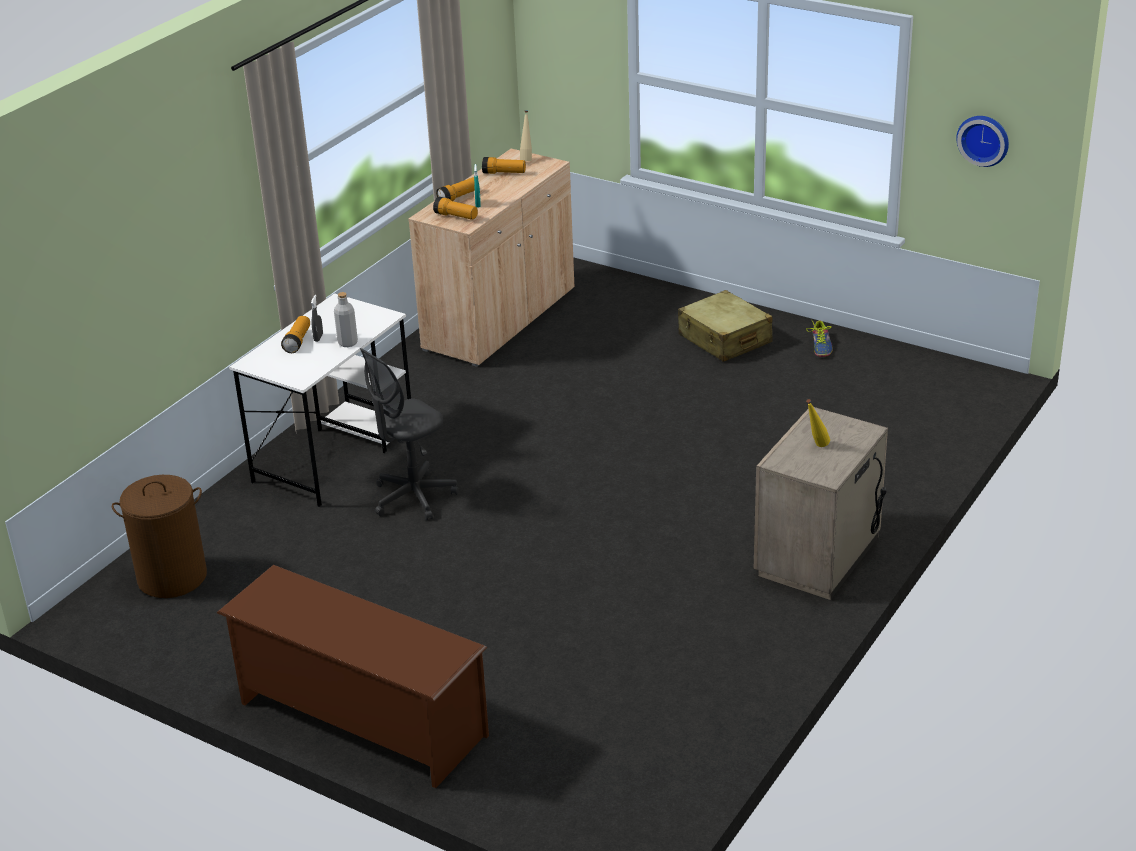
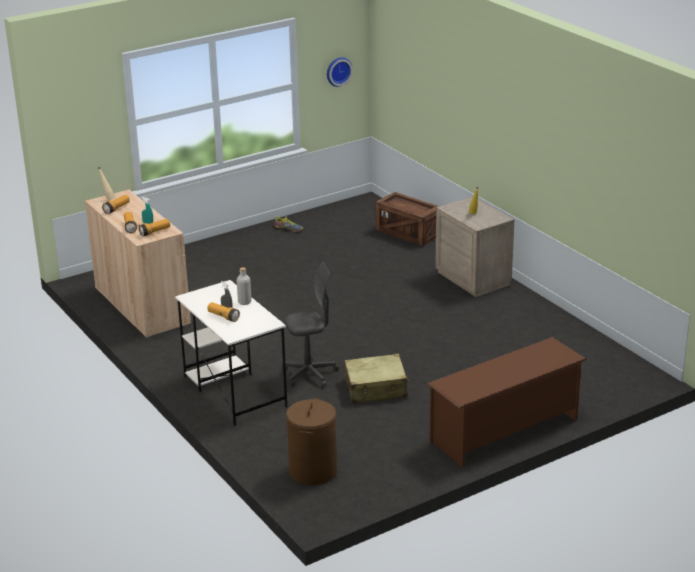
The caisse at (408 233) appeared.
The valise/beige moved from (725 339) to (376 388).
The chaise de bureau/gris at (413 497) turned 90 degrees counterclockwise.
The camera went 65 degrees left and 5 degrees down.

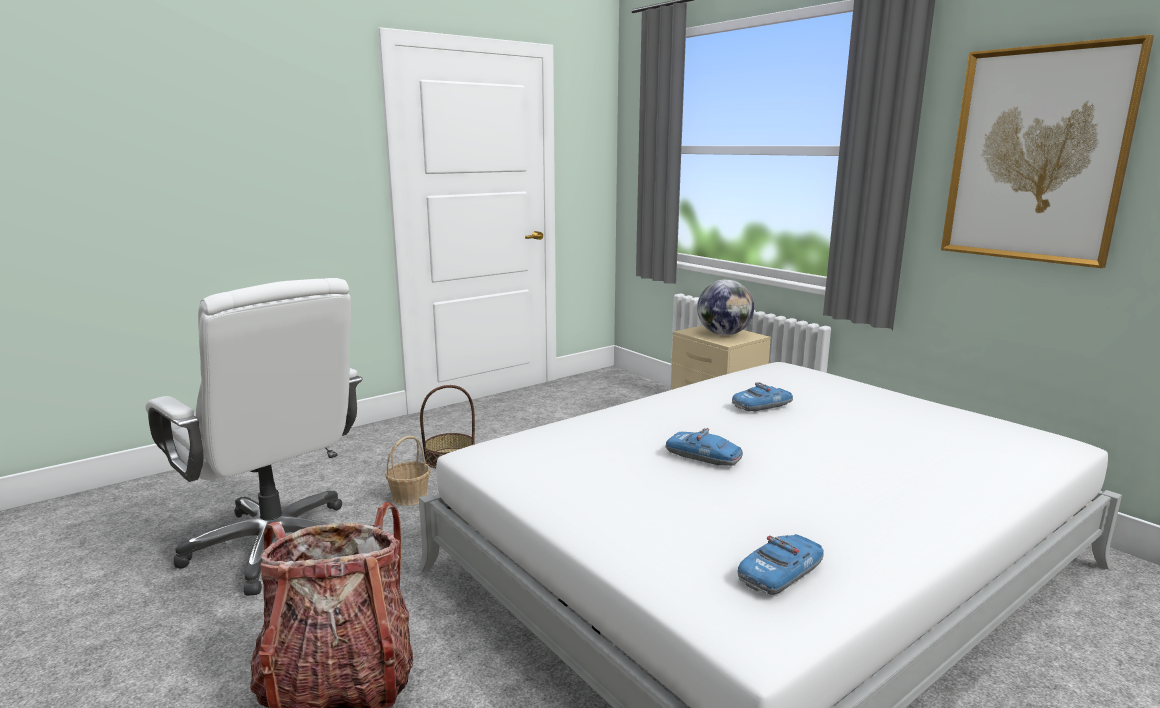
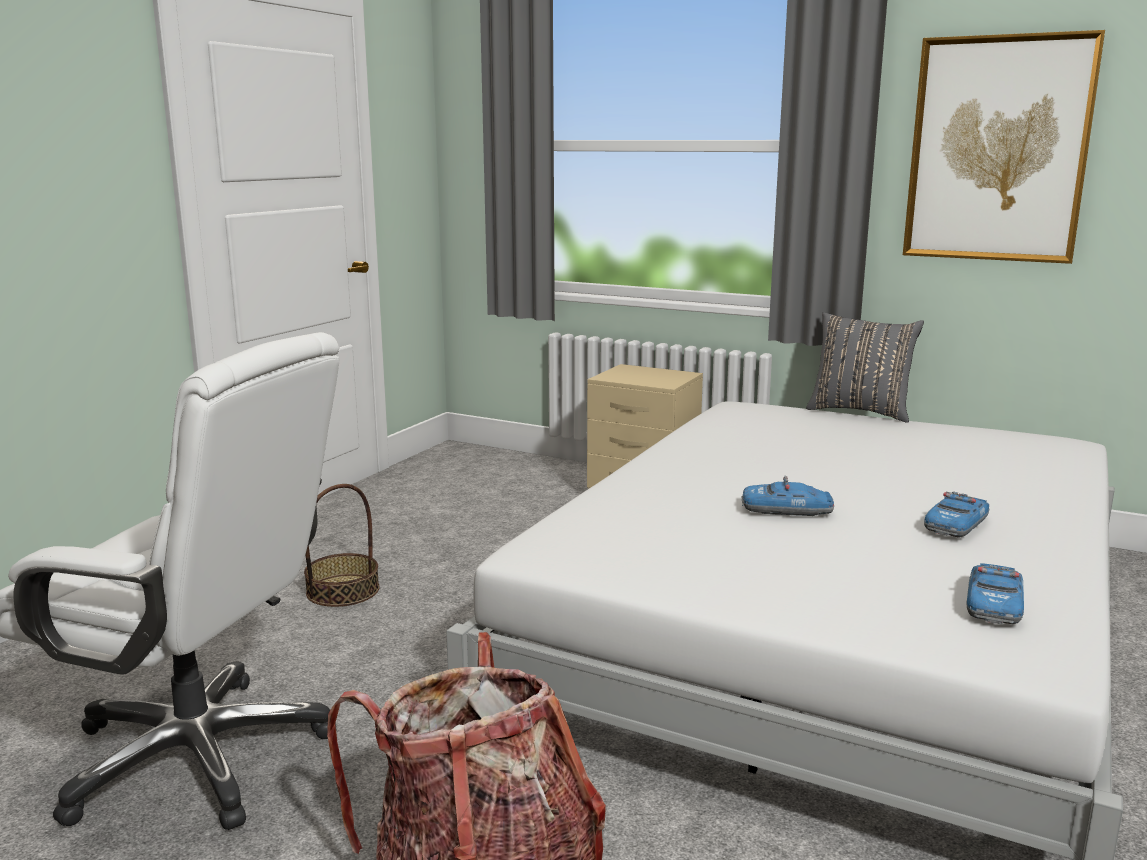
The panier at (410 497) disappeared.
The globe at (724 334) disappeared.
The coussin/gris at (860 411) appeared.
The petite voiture moved from (762 405) to (956 525).
The camera went 25 degrees left and 0 degrees up.

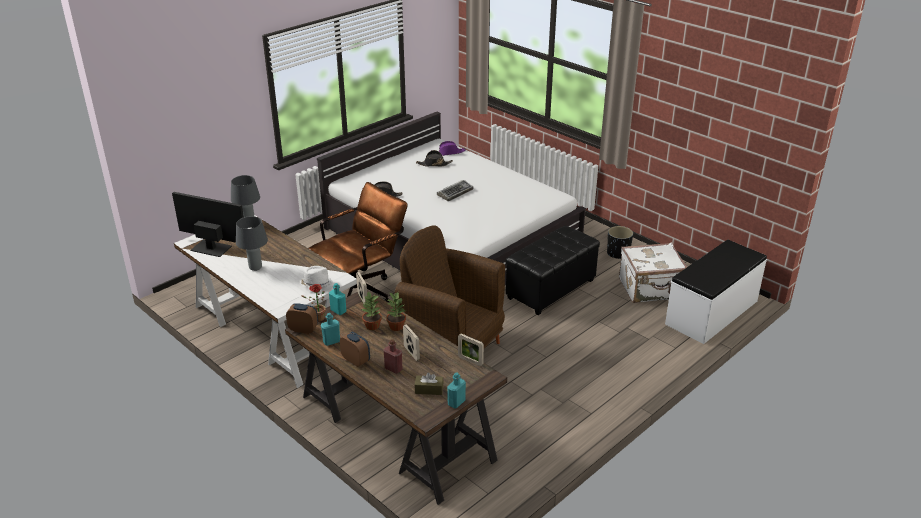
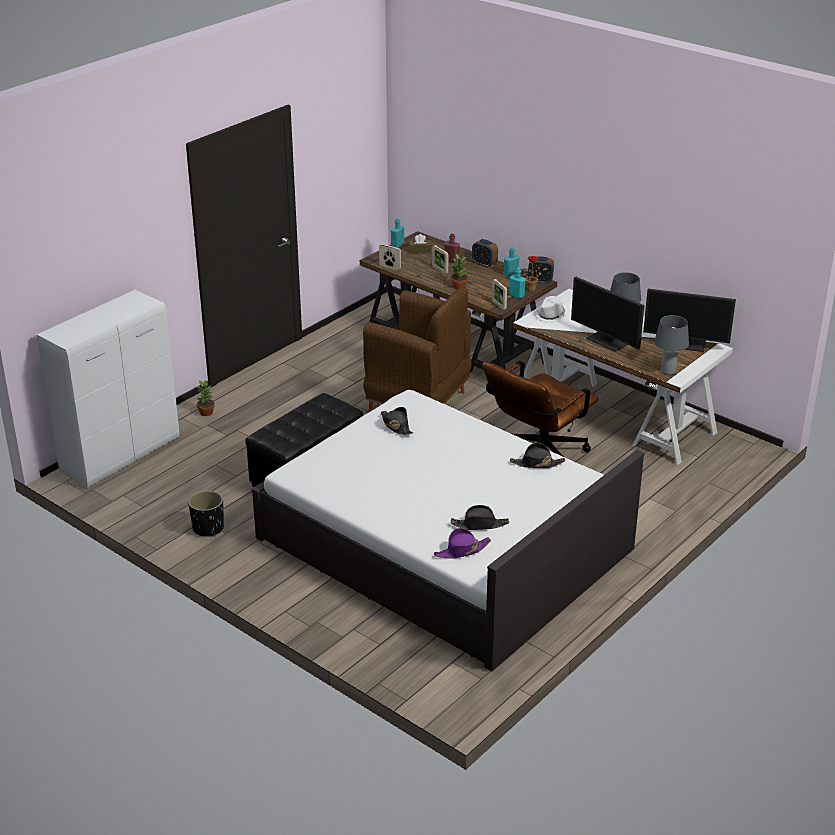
The clavier at (455 193) disappeared.
The valise/blanc at (650 289) disappeared.
The chapeau/noir at (396 425) appeared.
The écran d'ordinateur at (608 341) appeared.
The plante en pot moved from (372 326) to (206 412).
The banc/blanc at (712 313) was replaced by the meuble de rangement/blanc at (121 455).
The camera went 175 degrees right and 0 degrees up.

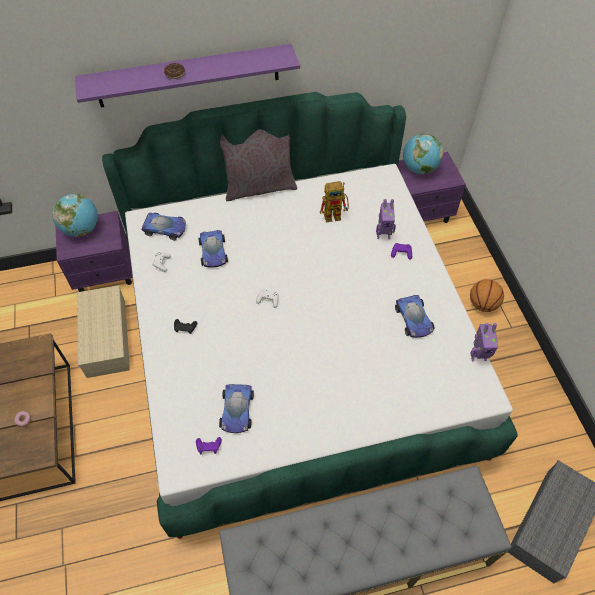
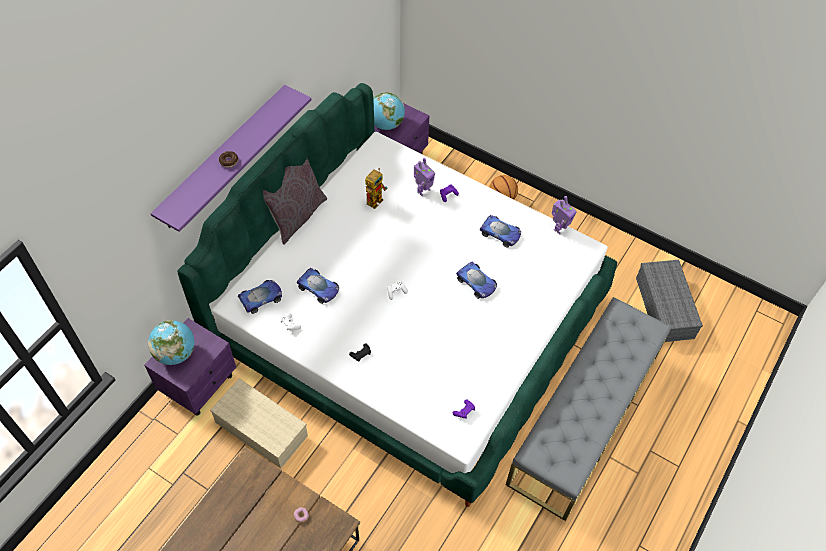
The petite voiture moved from (237 411) to (477 283).
The camera went 45 degrees left and 0 degrees up.

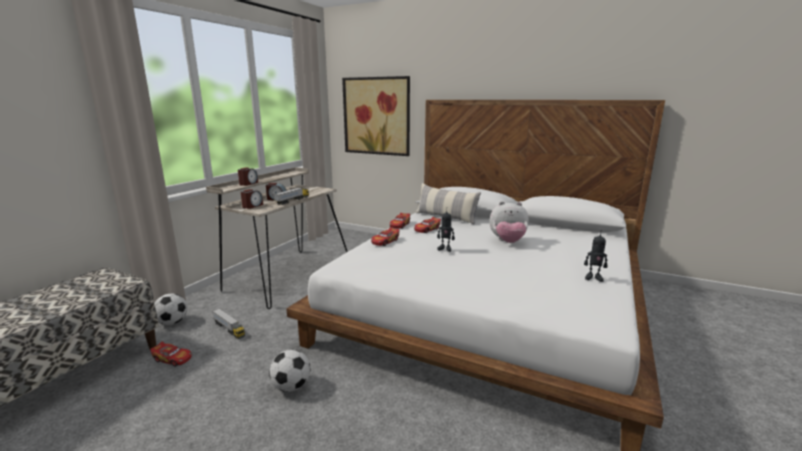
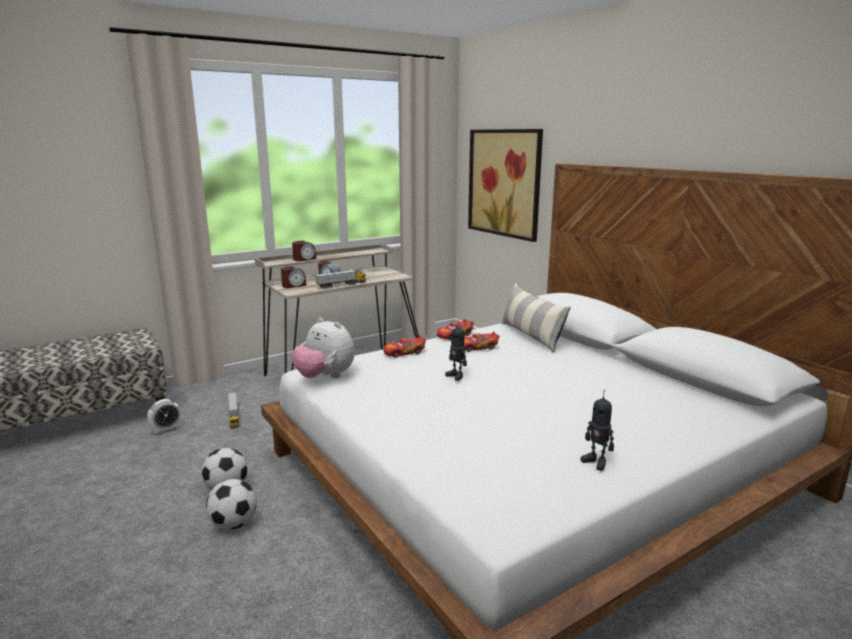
The ballon de foot moved from (172 322) to (233 524).
The peluche moved from (507 242) to (325 377).
The petite voiture at (173 359) was replaced by the réveil at (166 430).
The camera went 30 degrees right and 0 degrees up.

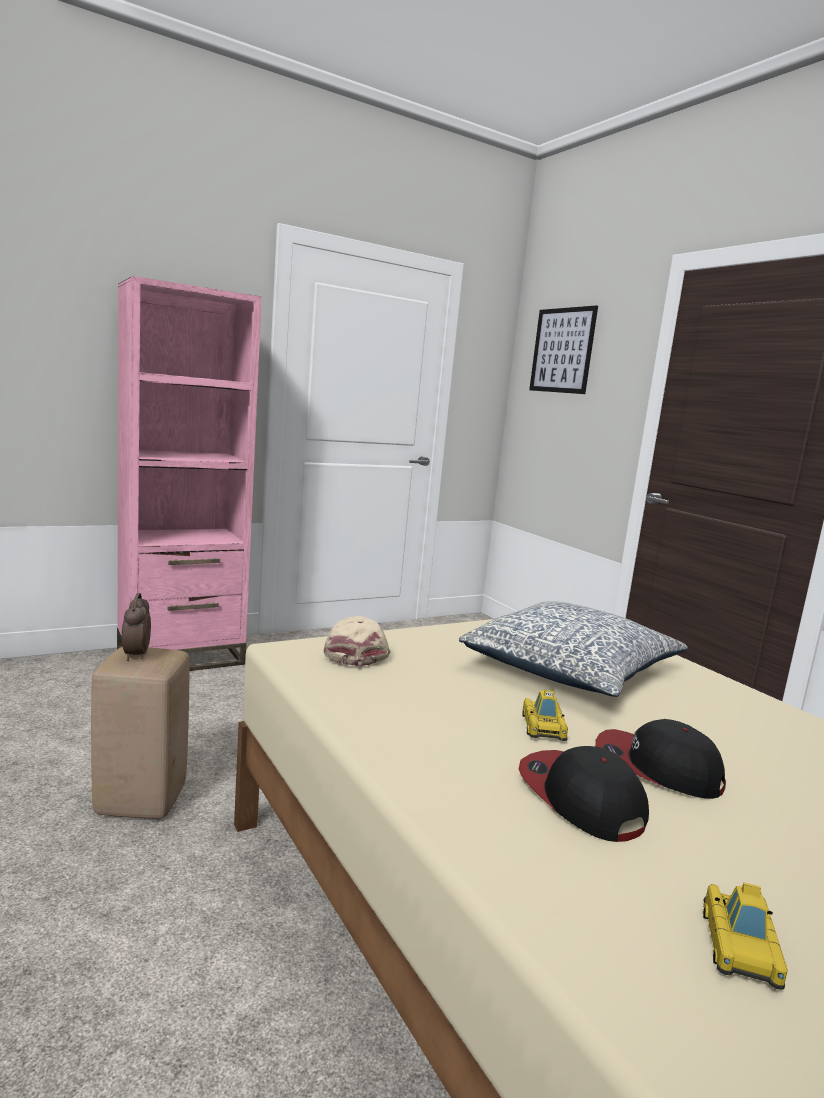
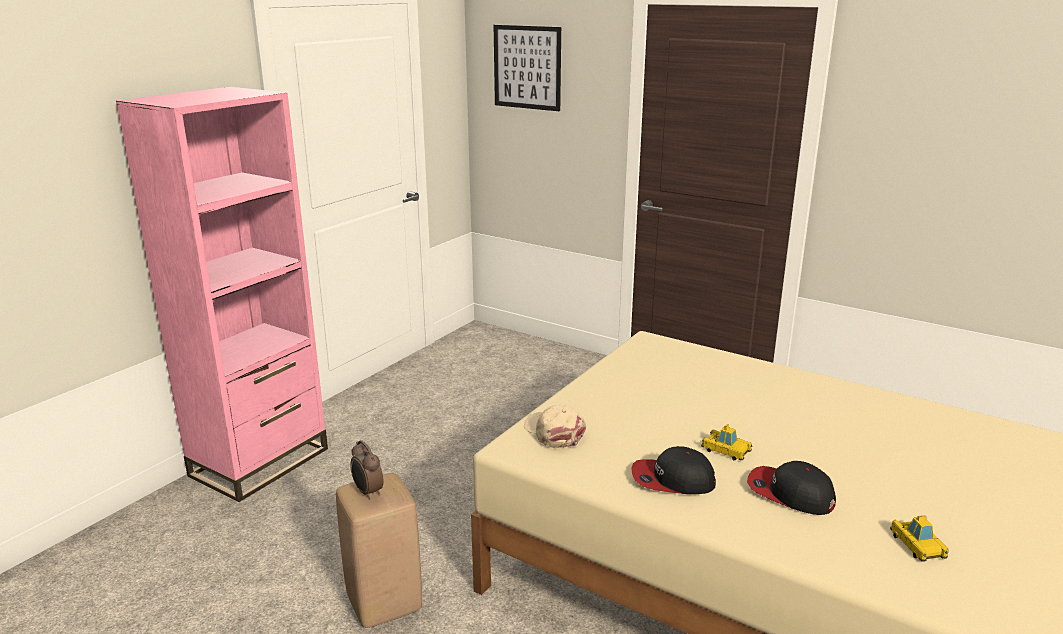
The coussin at (571 672) disappeared.
The casquette moved from (656 768) to (672 480).
The petite voiture at (543 727) turned 150 degrees clockwise.
The camera went 25 degrees left and 10 degrees up.

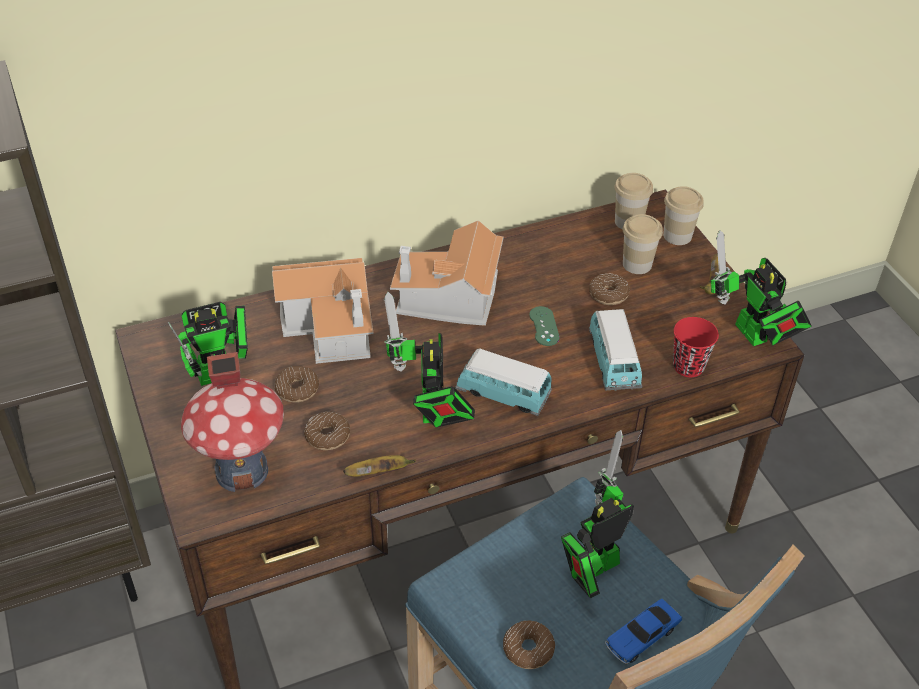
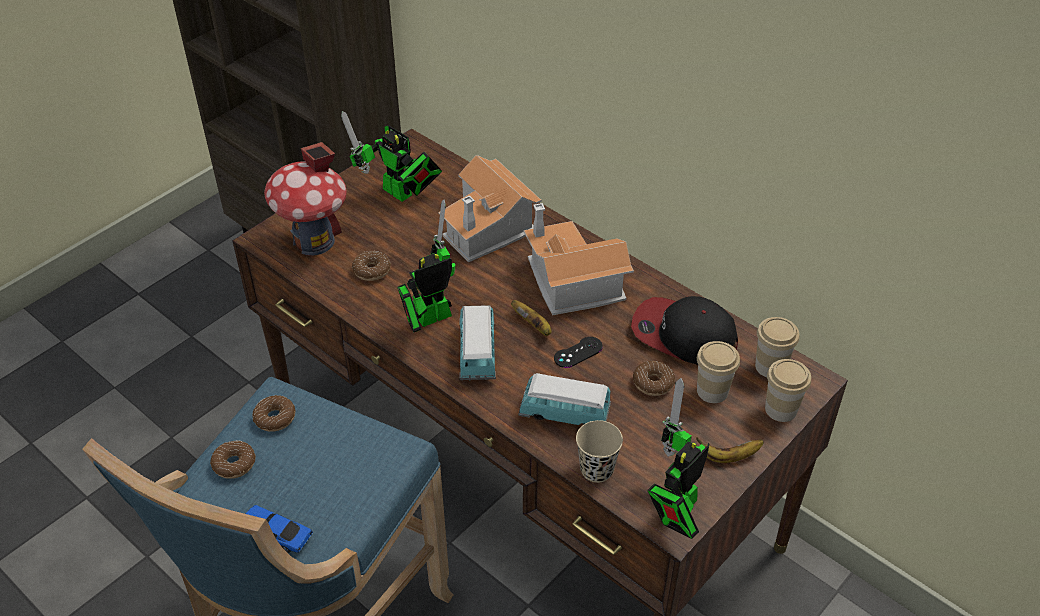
The robot jouet at (592 568) disappeared.
The casquette at (683 335) appeared.
The beignet moved from (297 389) to (275 418).
The banane moved from (378 472) to (534 326).
The manette/vert at (544 326) became the manette/noir at (578 352).
The tasse/rouge at (688 366) became the tasse/beige at (596 470).
The petite voiture at (613 363) turned 45 degrees clockwise.
The camera went 65 degrees right and 0 degrees up.

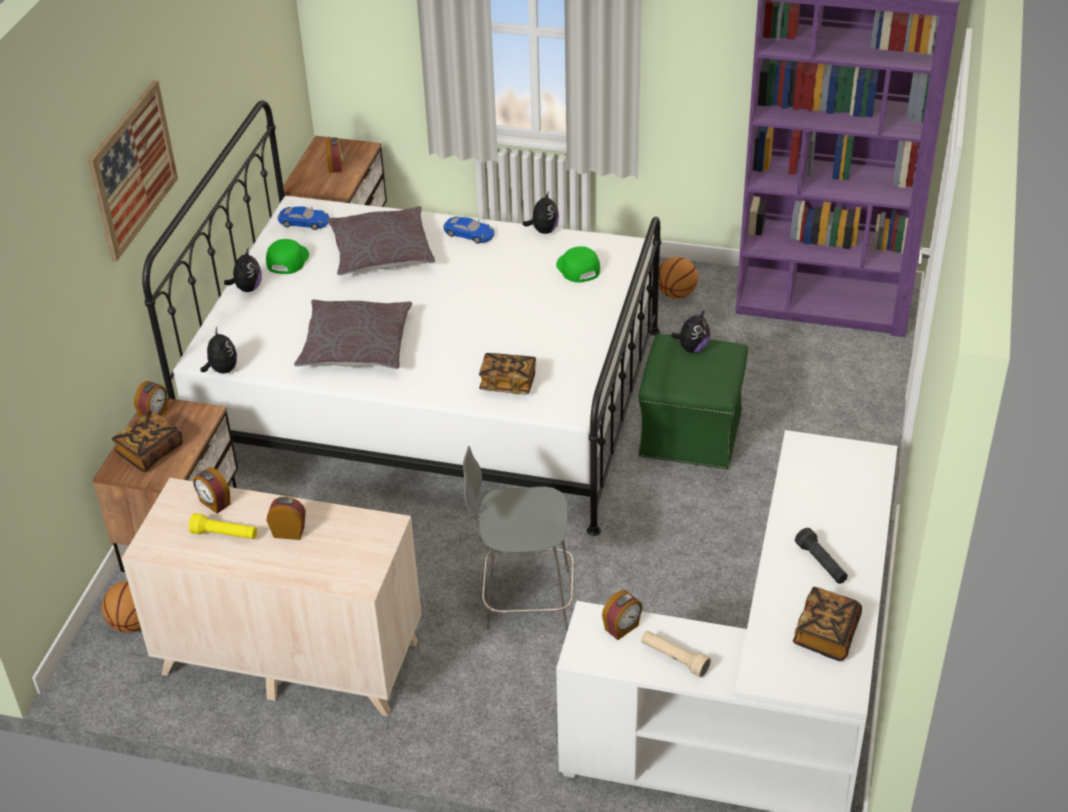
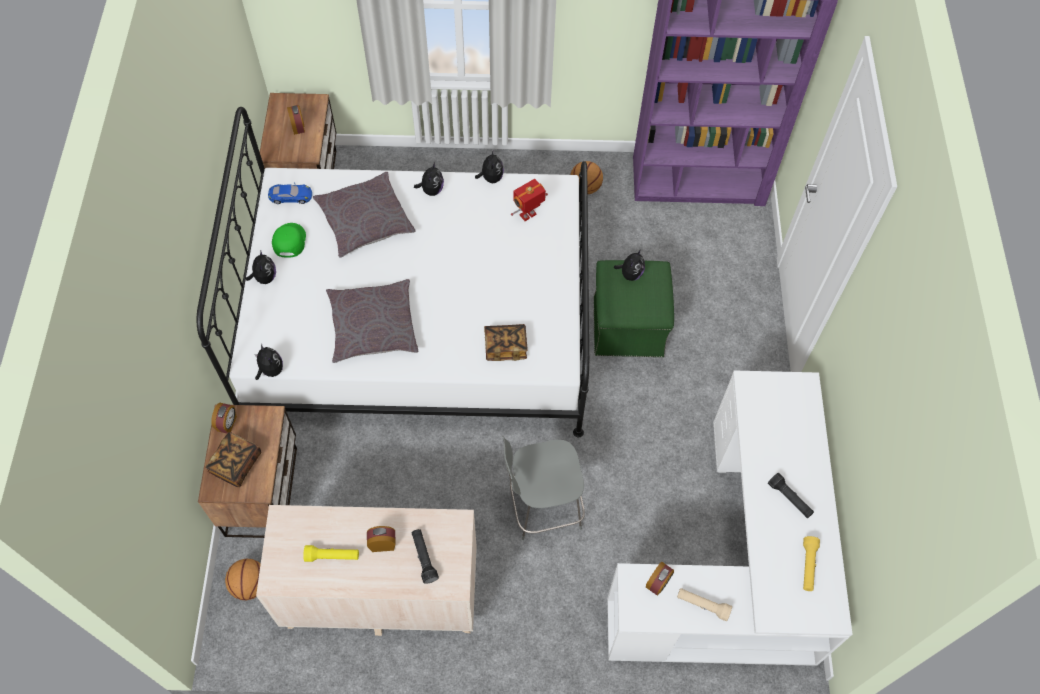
The tableau at (133 169) disappeared.
The réveil at (214 503) disappeared.
The lampe de poche/noir at (424 558) appeared.
The petite voiture/bleu at (469 234) was replaced by the peluche at (431 190).
The casquette/vert at (577 268) was replaced by the robot jouet at (528 215).
The livre at (826 635) was replaced by the lampe de poche/jaune at (808 566).
The camera went 15 degrees left and 20 degrees up.

